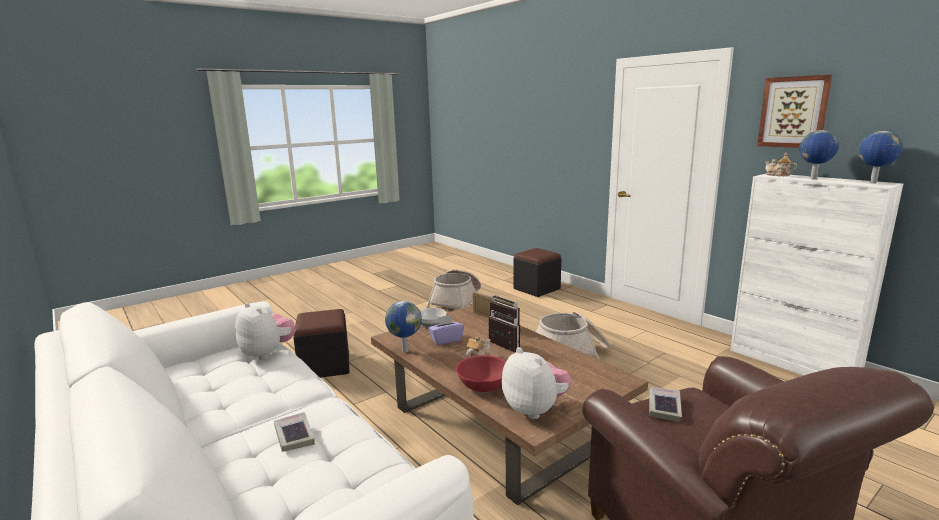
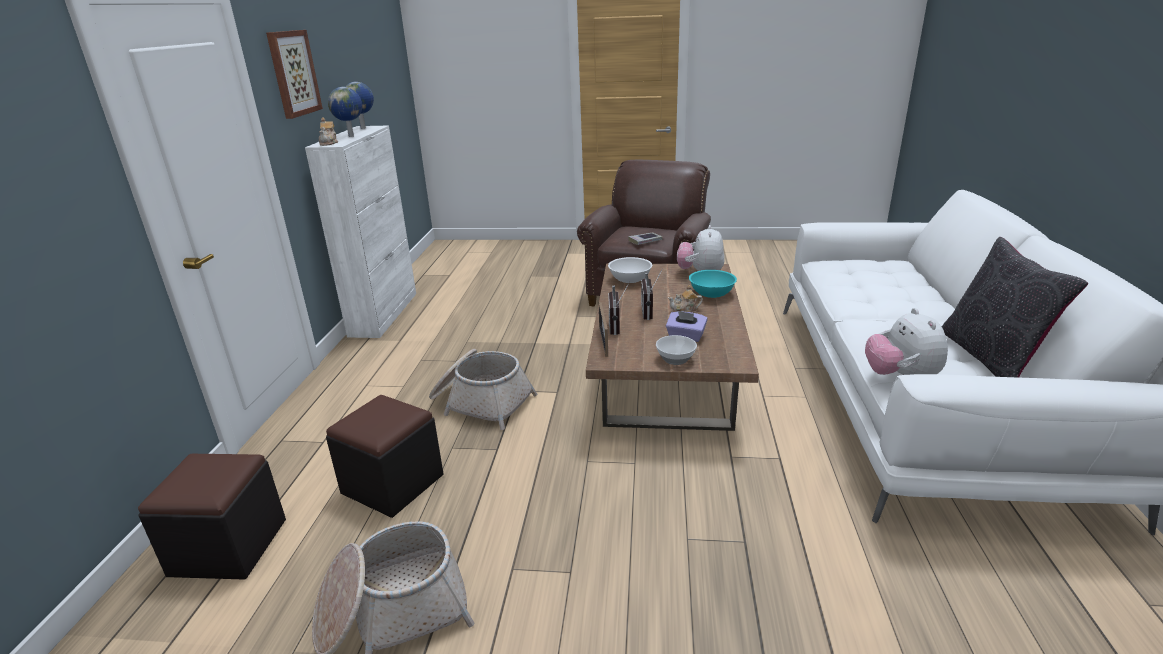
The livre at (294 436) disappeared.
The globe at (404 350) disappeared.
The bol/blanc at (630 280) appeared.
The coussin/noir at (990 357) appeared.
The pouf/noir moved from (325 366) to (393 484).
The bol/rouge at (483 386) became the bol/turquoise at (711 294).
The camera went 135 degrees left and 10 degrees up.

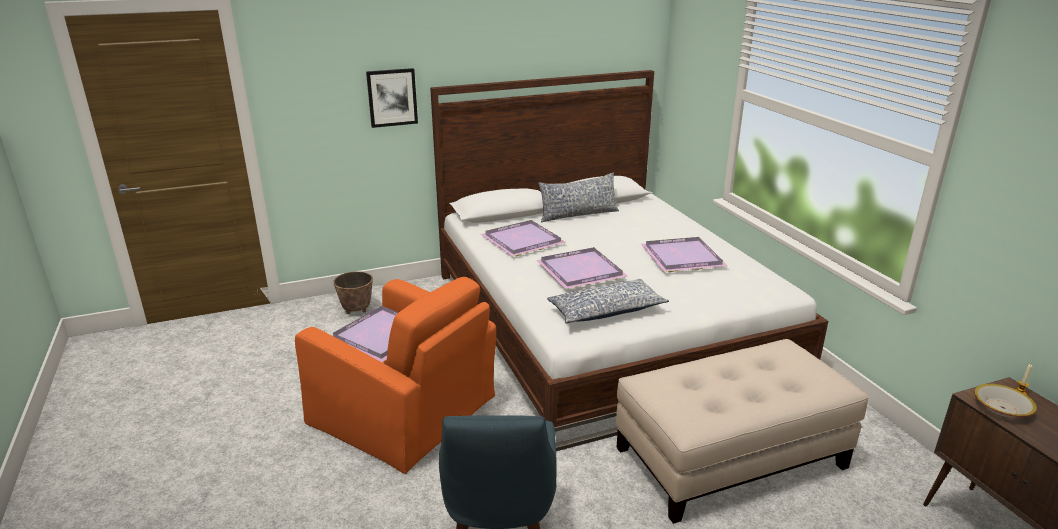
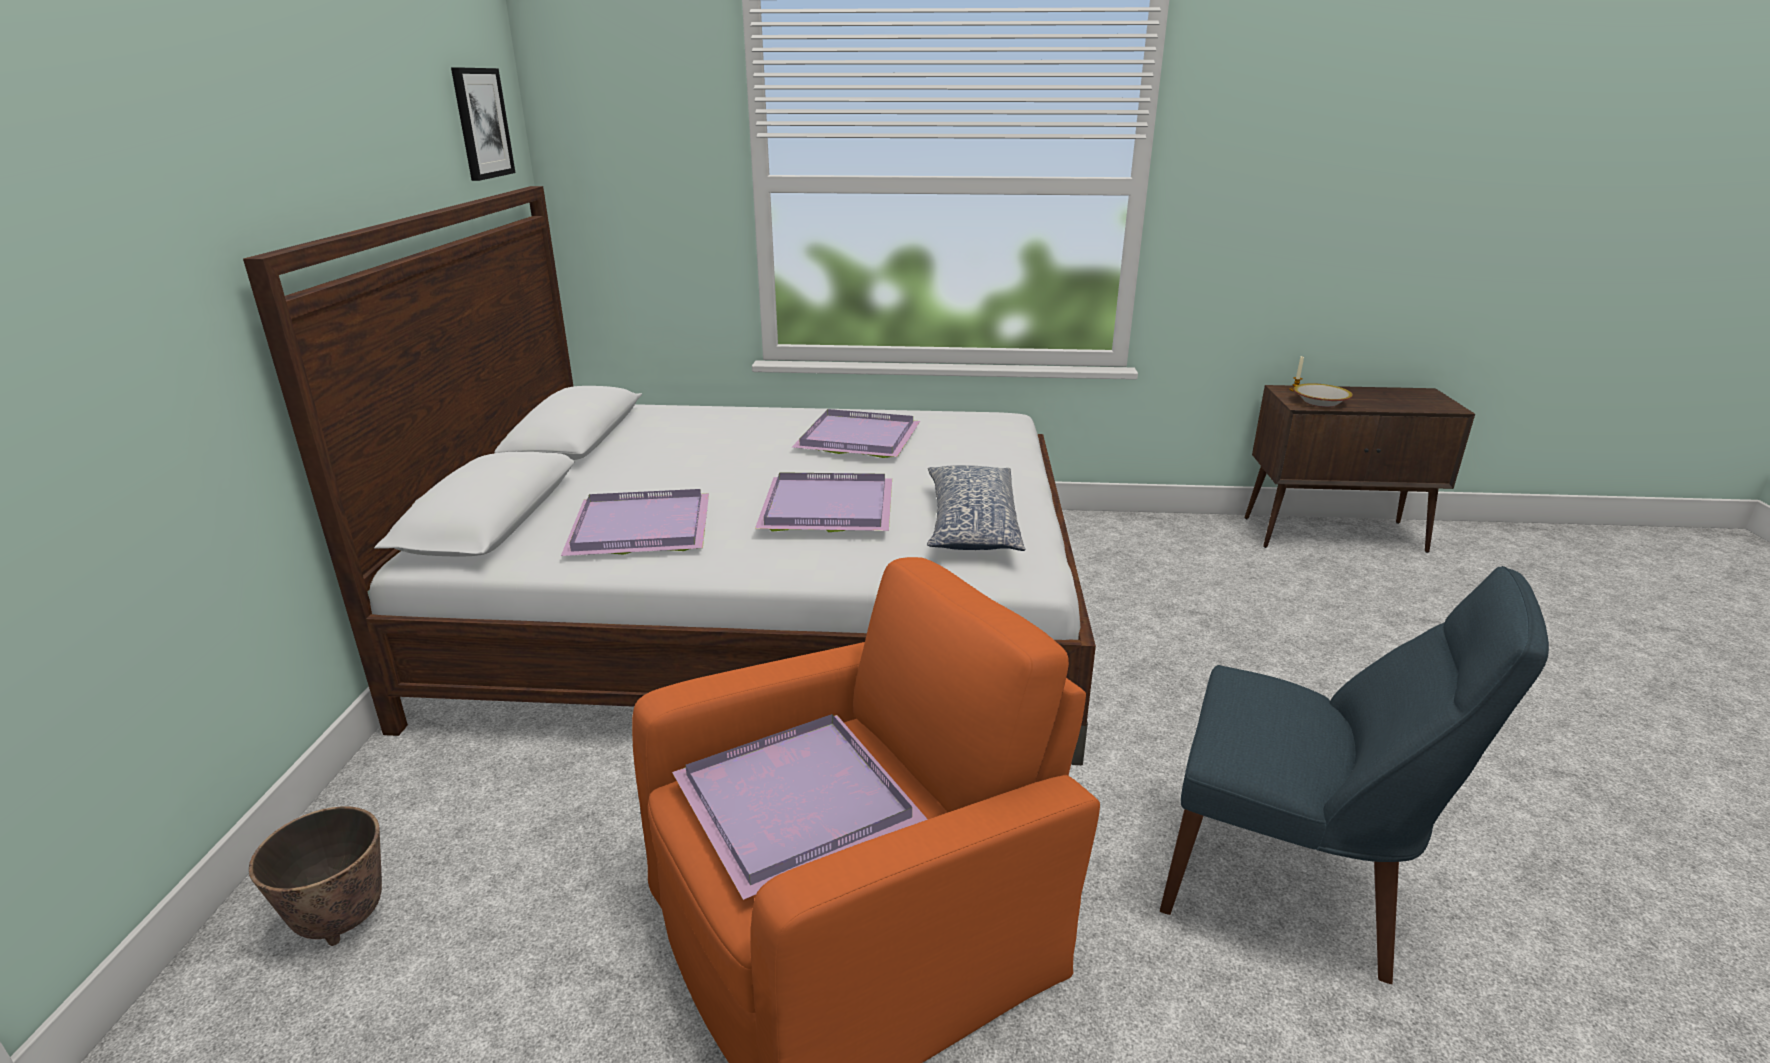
The coussin at (578 214) disappeared.
The pouf/beige at (729 456) disappeared.
The tableau moved from (392 97) to (481 123).
The camera went 65 degrees left and 0 degrees up.

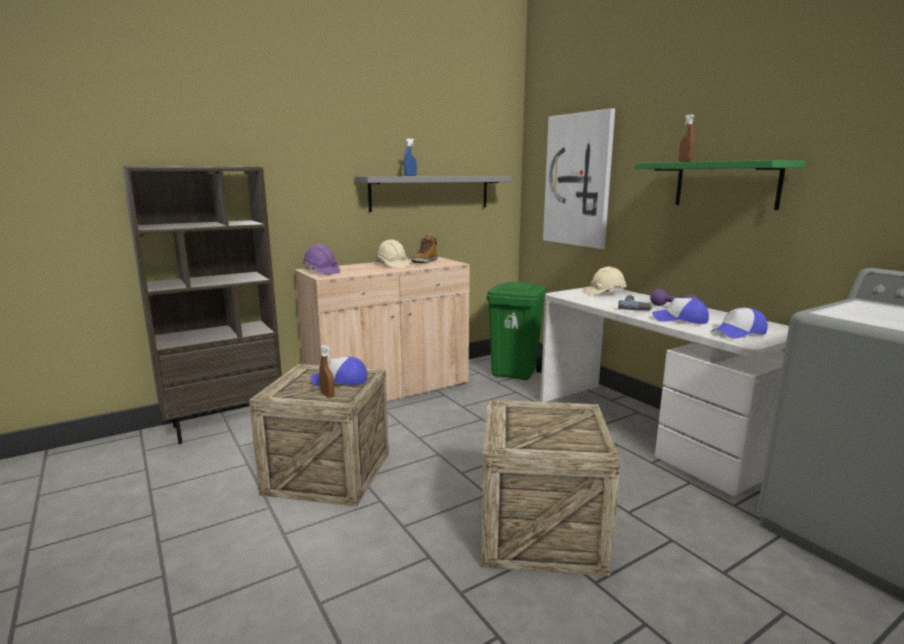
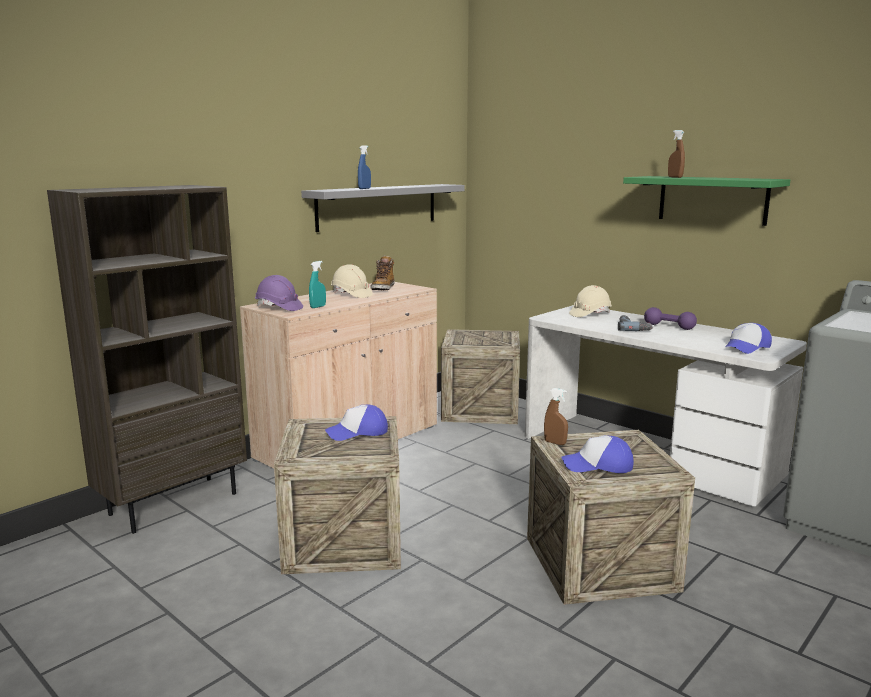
The tableau at (578 180) disappeared.
The vaporisateur/turquoise at (318 307) appeared.
The vaporisateur/marron moved from (327 395) to (555 443).
The casquette moved from (680 320) to (598 465).
The poubelle/vert at (515 373) was replaced by the caisse at (480 409).
The camera went 15 degrees left and 0 degrees up.

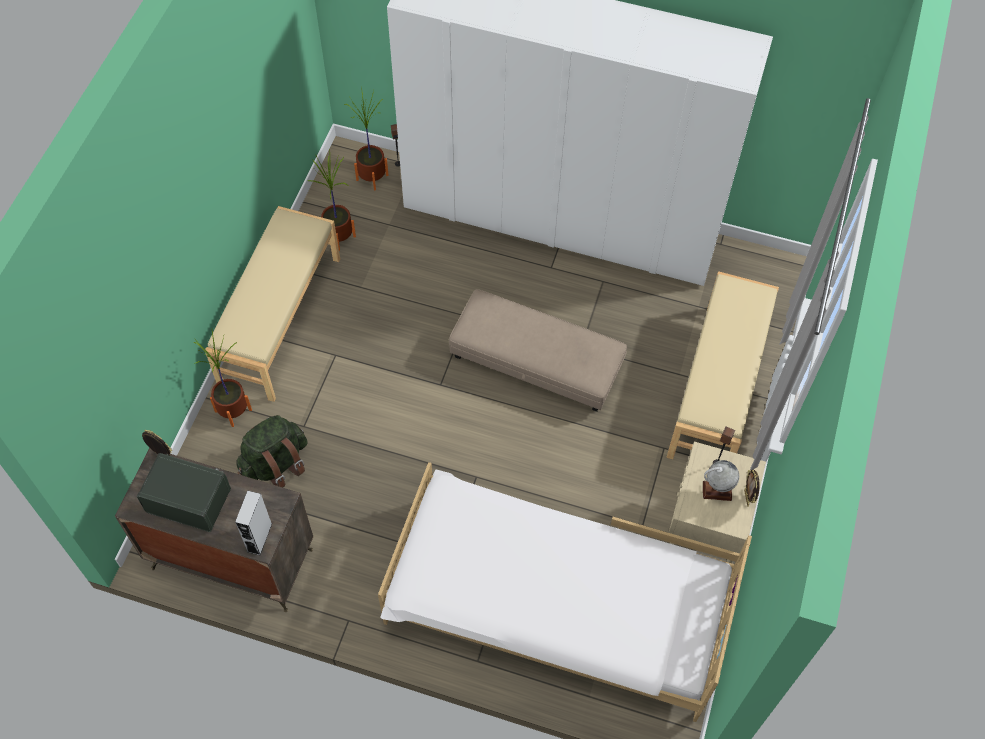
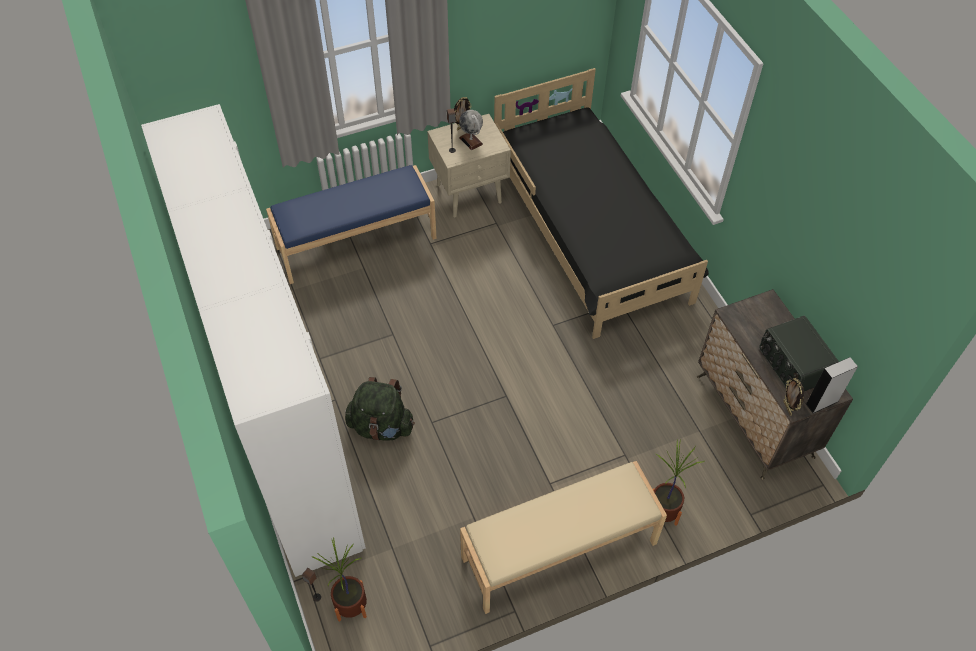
The plante en pot at (339 237) disappeared.
The pouf/beige at (536 361) disappeared.
The enceinte/gris moved from (259 537) to (822 402).
The sac à dos/vert moved from (275 464) to (381 426).
The lit/blanc at (555 605) became the lit/noir at (591 231).
The banc/beige at (718 388) became the banc/bleu at (356 242).
The camera went 130 degrees left and 5 degrees down.

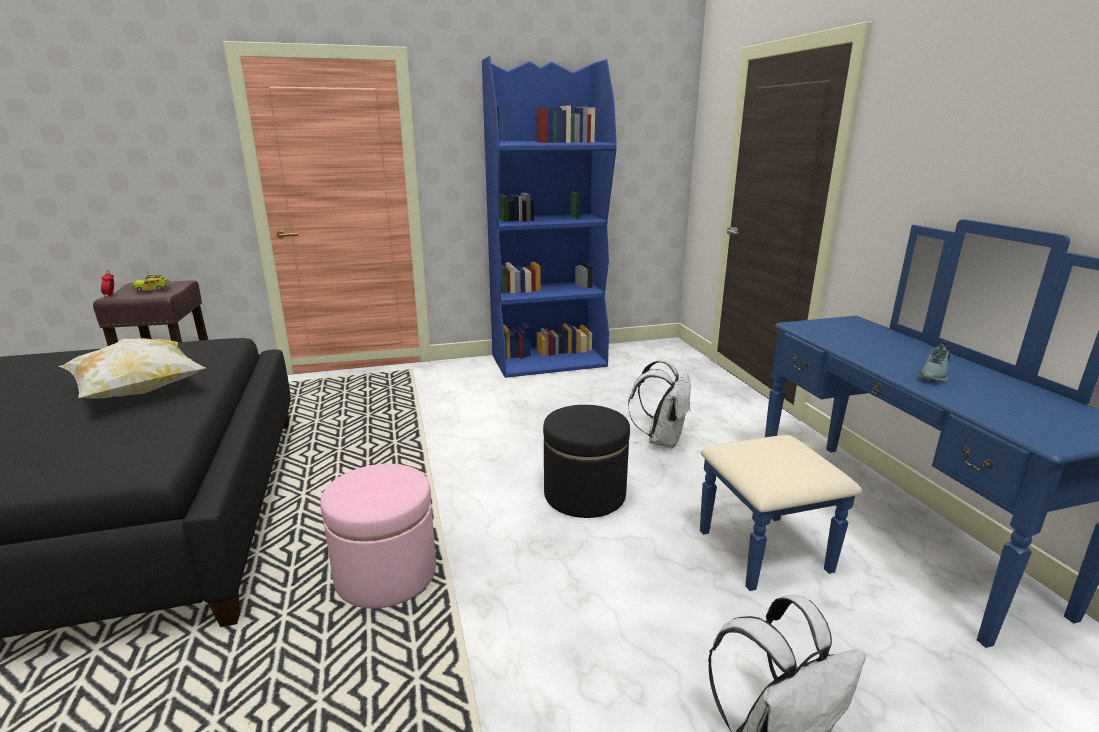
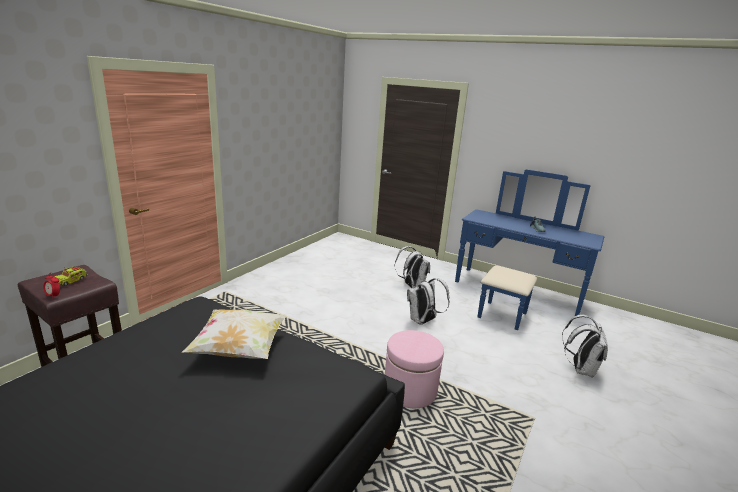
The bibliothèque/bleu at (549 361) disappeared.
The pouf/noir at (584 494) was replaced by the sac à dos/blanc at (423 321).
The camera went 45 degrees left and 0 degrees up.

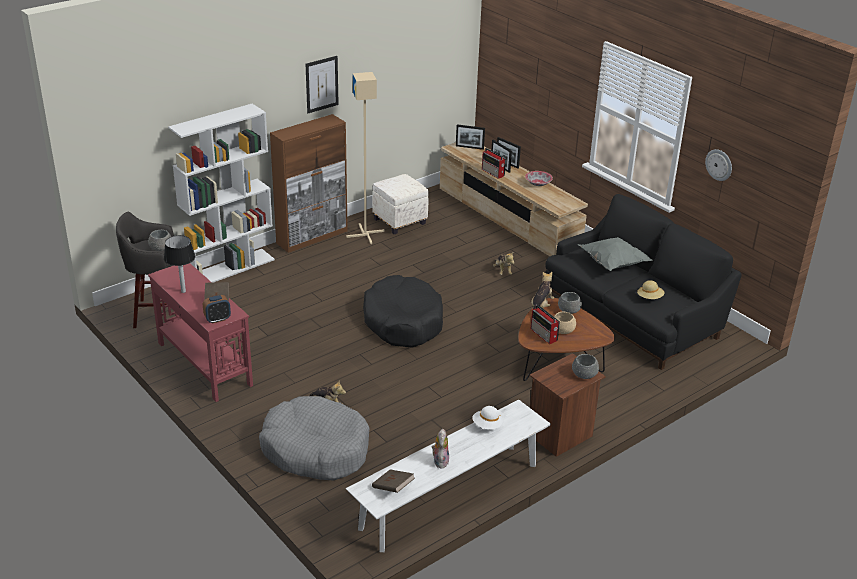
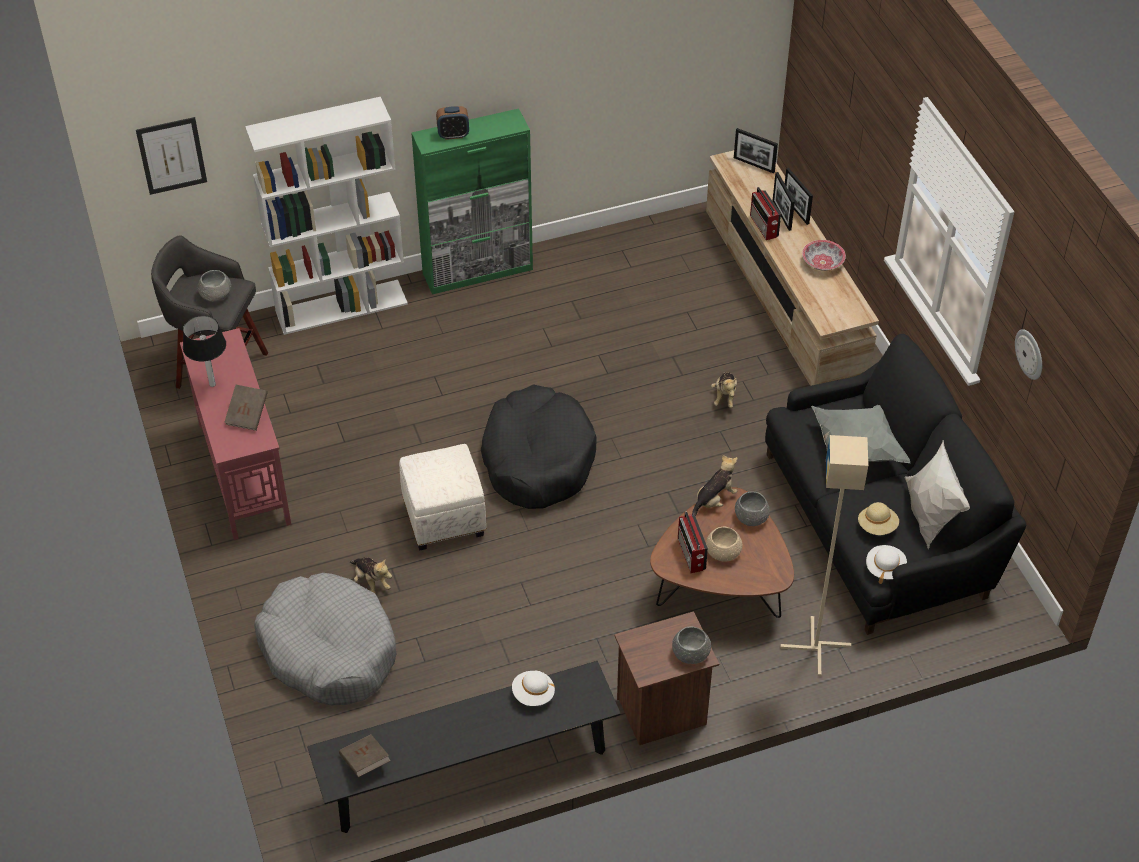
The peluche at (440 461) disappeared.
The chapeau/blanc at (885 568) appeared.
The coussin/blanc at (928 518) appeared.
The réveil moved from (217 319) to (453 135).
The tableau moved from (322 84) to (171 155).
The lampadaire/beige moved from (365 234) to (816 647).
The pouf/blanc moved from (400 221) to (445 519).
The meuble de rangement/marron at (312 237) became the meuble de rangement/vert at (478 271).
The banc/blanc at (450 496) became the banc/noir at (468 770).
The camera went 20 degrees right and 15 degrees up.

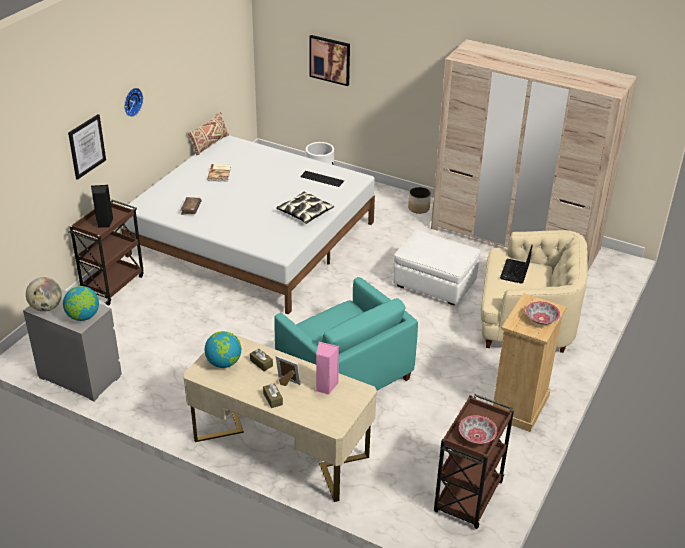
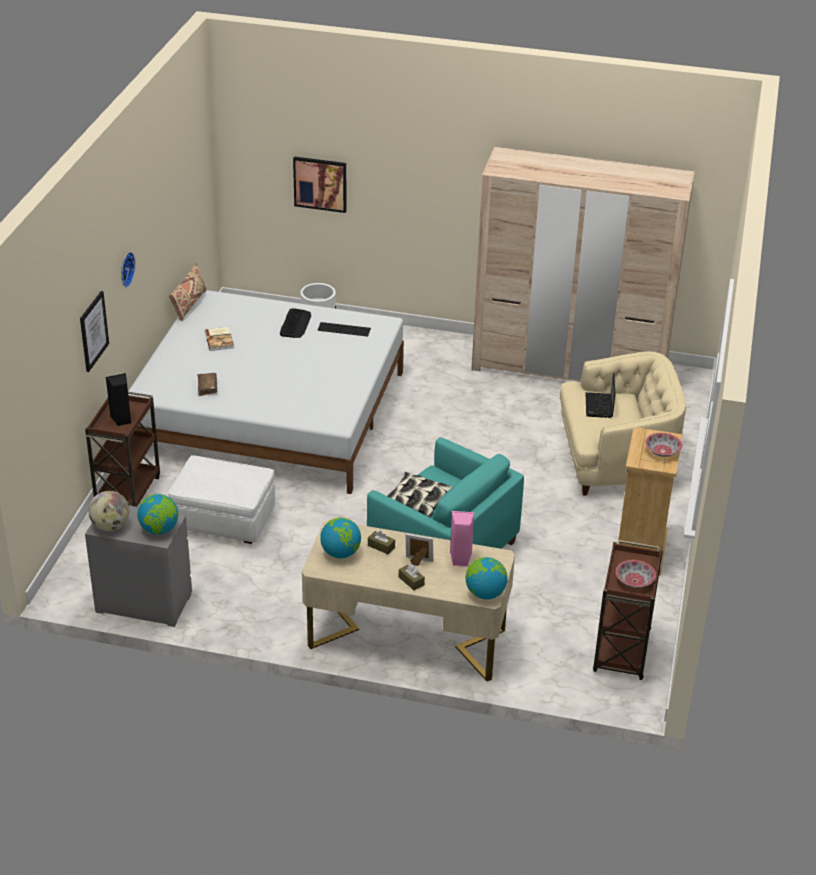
The cache-pot at (419 208) disappeared.
The clavier at (295 324) appeared.
The globe at (485 593) appeared.
The coussin moved from (305 212) to (417 501).
The pouf/blanc moved from (434 284) to (224 520).
The camera went 15 degrees left and 0 degrees up.

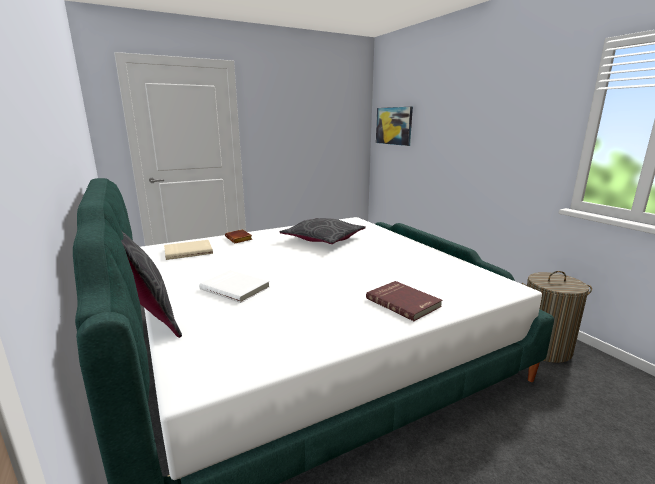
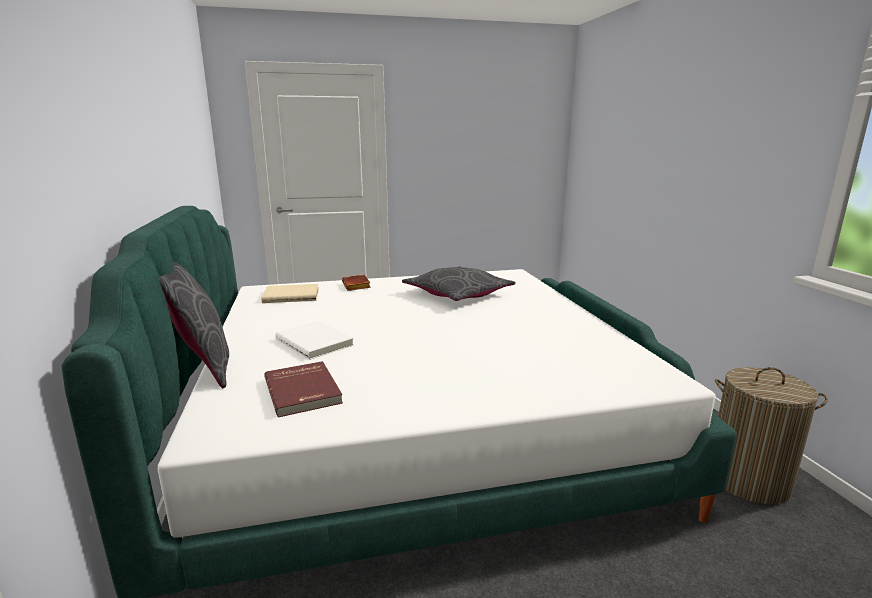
The tableau at (394 126) disappeared.
The livre/rouge moved from (404 302) to (304 391).
The camera went 15 degrees right and 0 degrees up.

